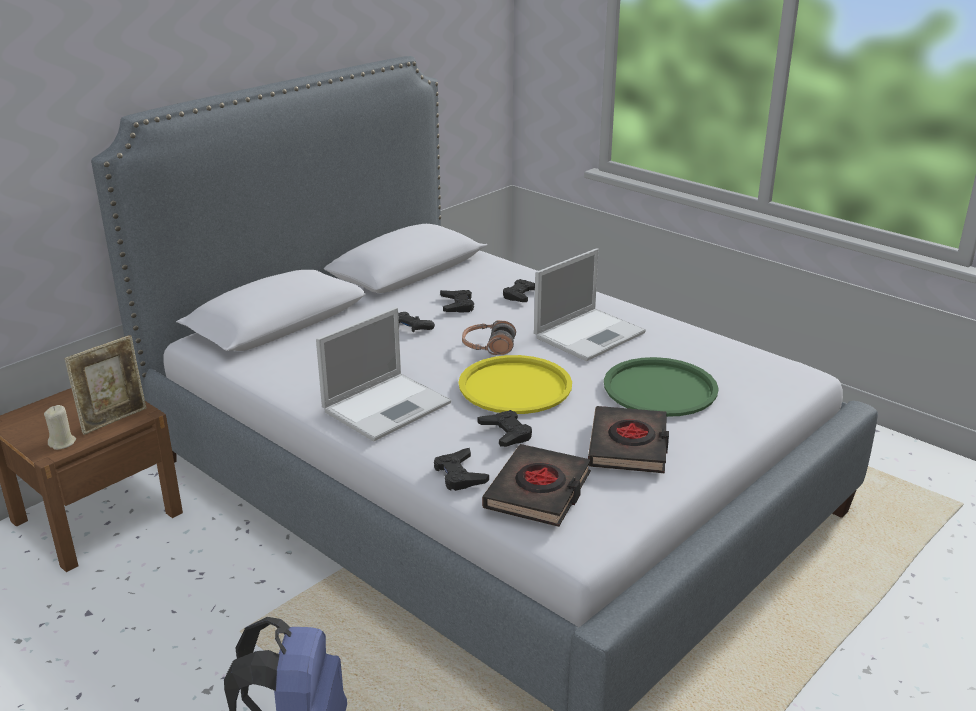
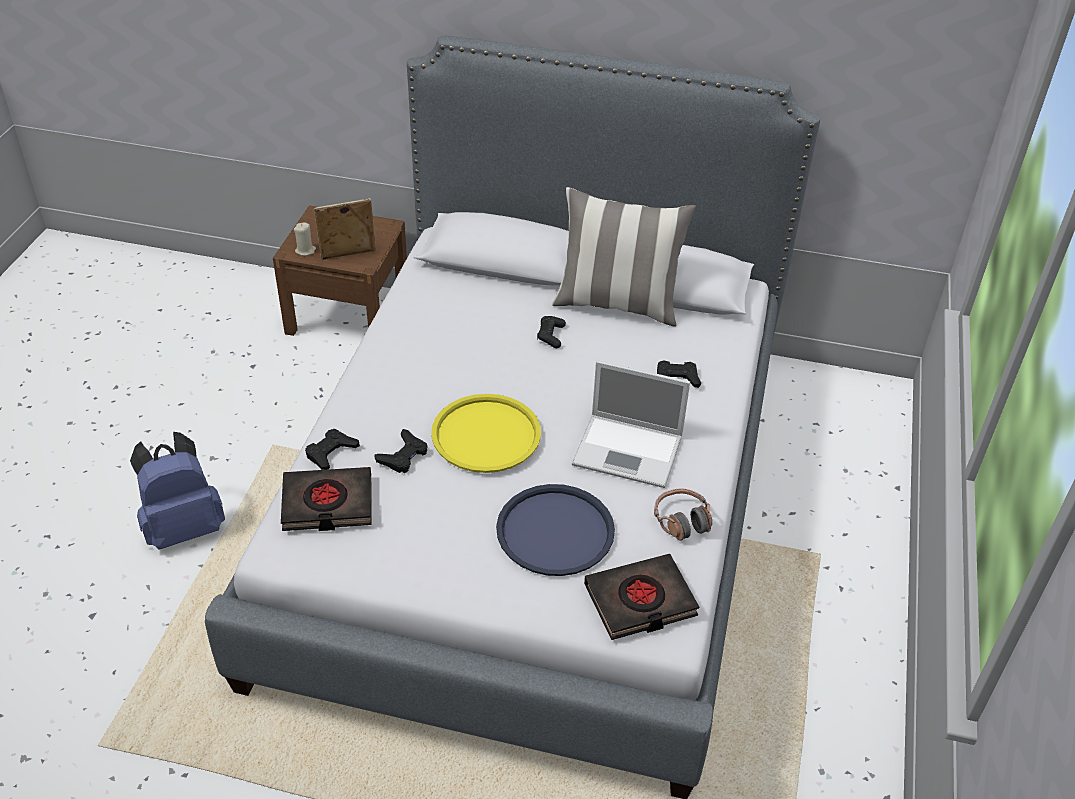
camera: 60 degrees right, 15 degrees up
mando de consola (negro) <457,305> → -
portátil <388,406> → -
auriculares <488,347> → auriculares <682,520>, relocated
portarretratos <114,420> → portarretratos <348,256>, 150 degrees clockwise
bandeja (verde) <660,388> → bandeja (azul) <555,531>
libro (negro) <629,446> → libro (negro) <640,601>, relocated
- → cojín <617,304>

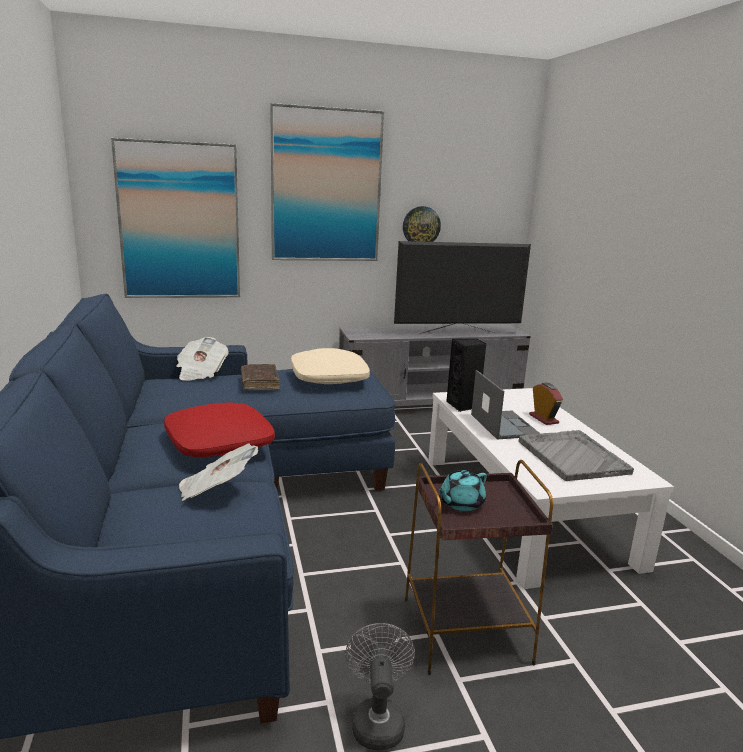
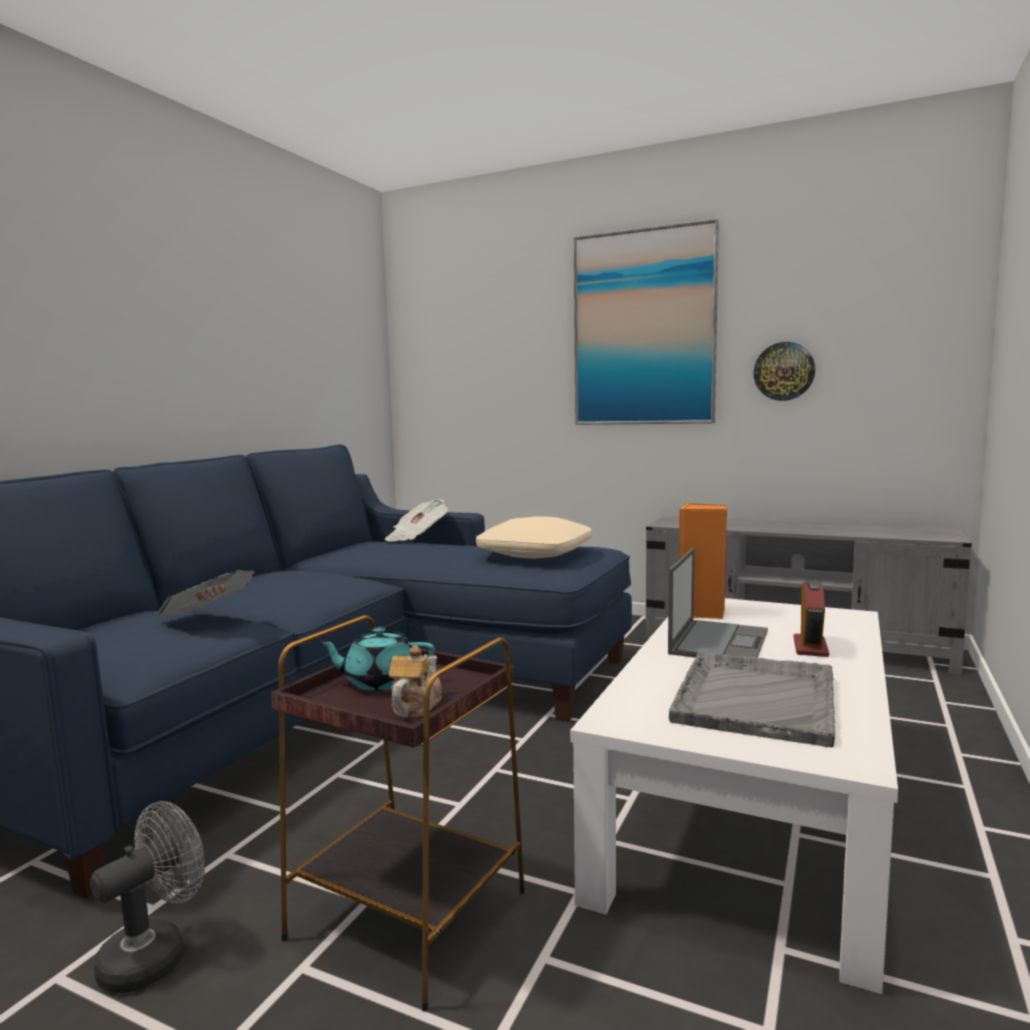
camera: 40 degrees right, 10 degrees down
cuadro <179,222> → -
televisor <457,333> → -
altavoz (negro) <463,406> → altavoz (naranja) <701,613>
libro (marrón) <259,383> → -
cojín (rojo) <218,442> → -
- → tetera <415,706>

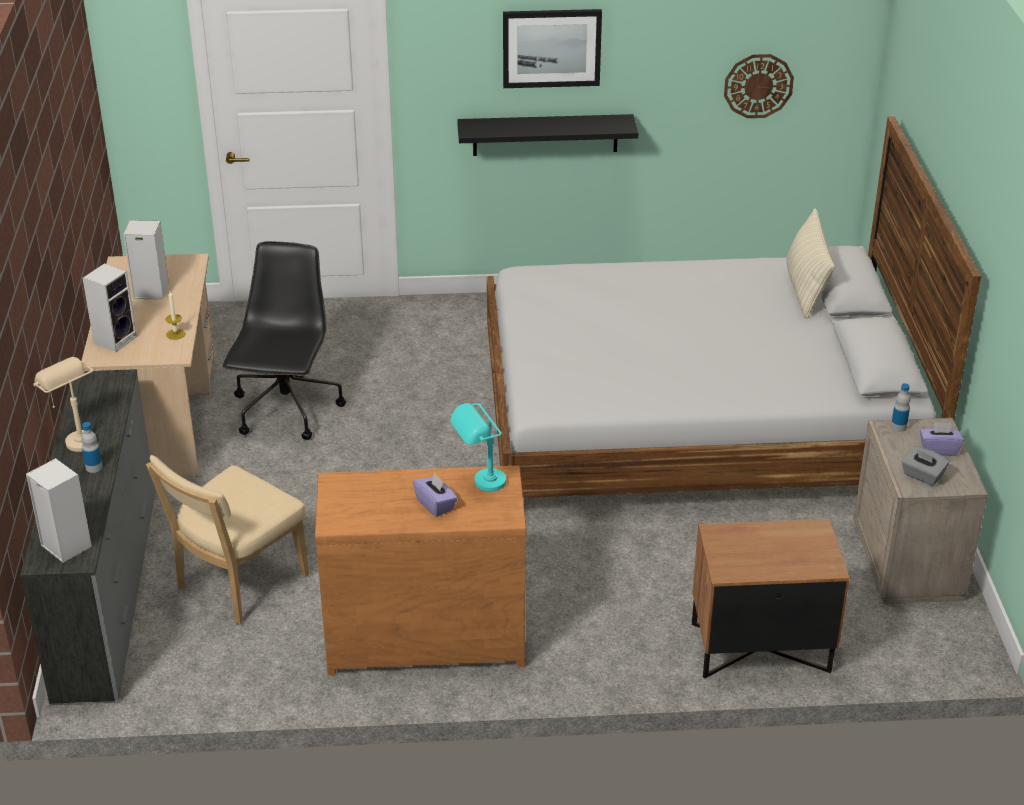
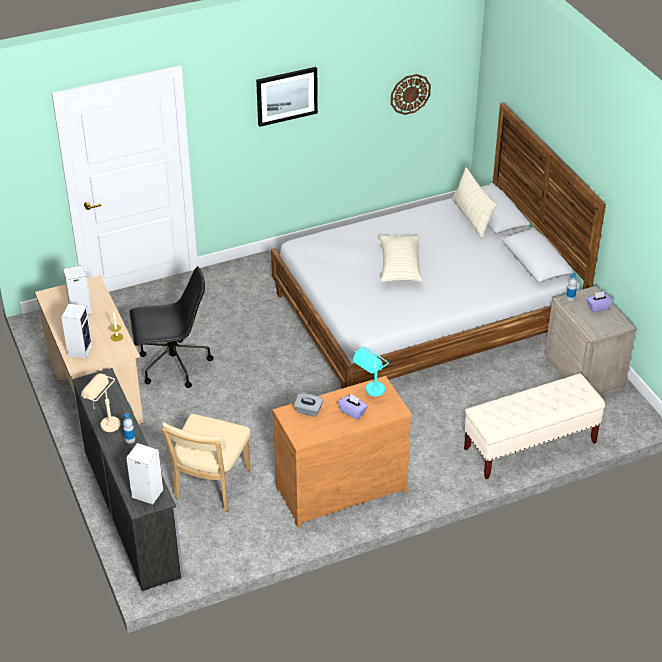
camera: 20 degrees left, 5 degrees up
estante (negro) <545,135> → -
silla de oficina (negro) <286,411> → silla de oficina (negro) <173,366>, 90 degrees clockwise
caja de pañuelos (gris) <922,476> → caja de pañuelos (gris) <308,411>, relocated
mesita de noche (marrón) <760,649> → banco (beis) <529,446>
- → cojín (beis) <400,267>

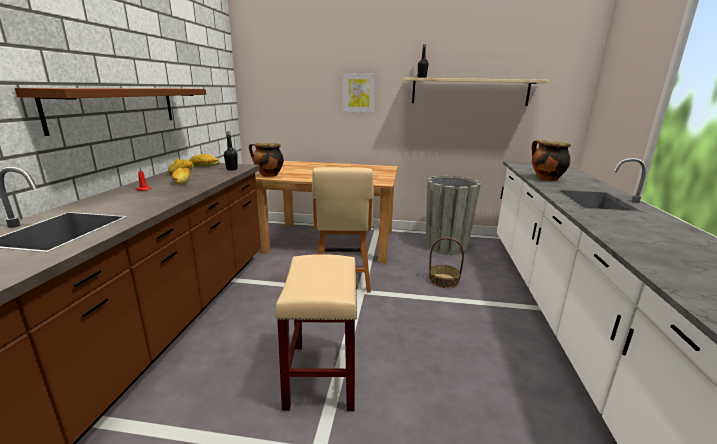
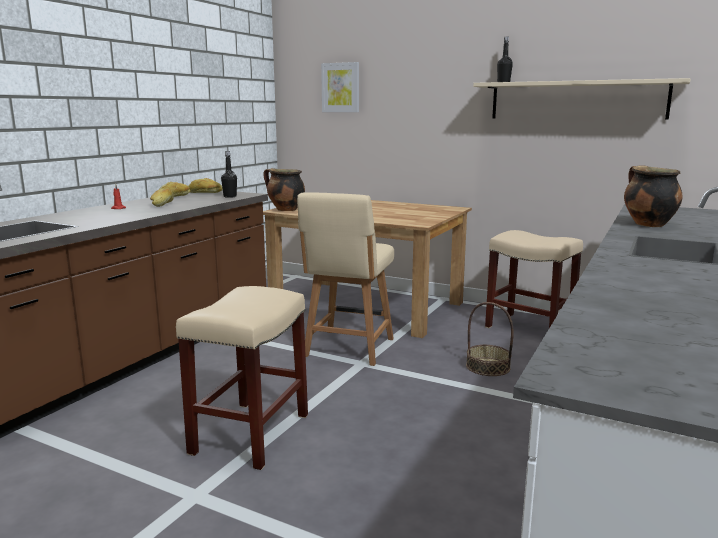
camera: 20 degrees right, 5 degrees down
cuadro <359,93> → cuadro <340,87>, relocated
estante (marrón) <117,107> → -
maceta (gris) <446,246> → taburete (beis) <530,328>

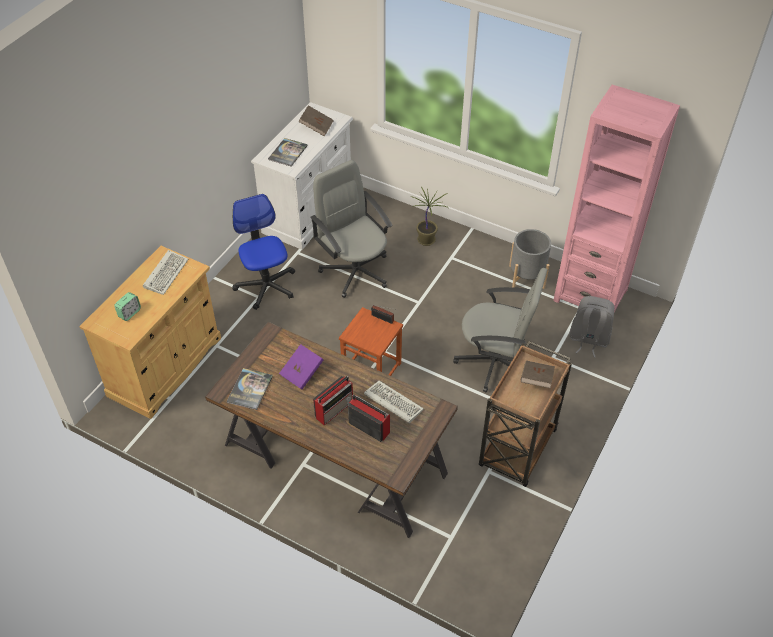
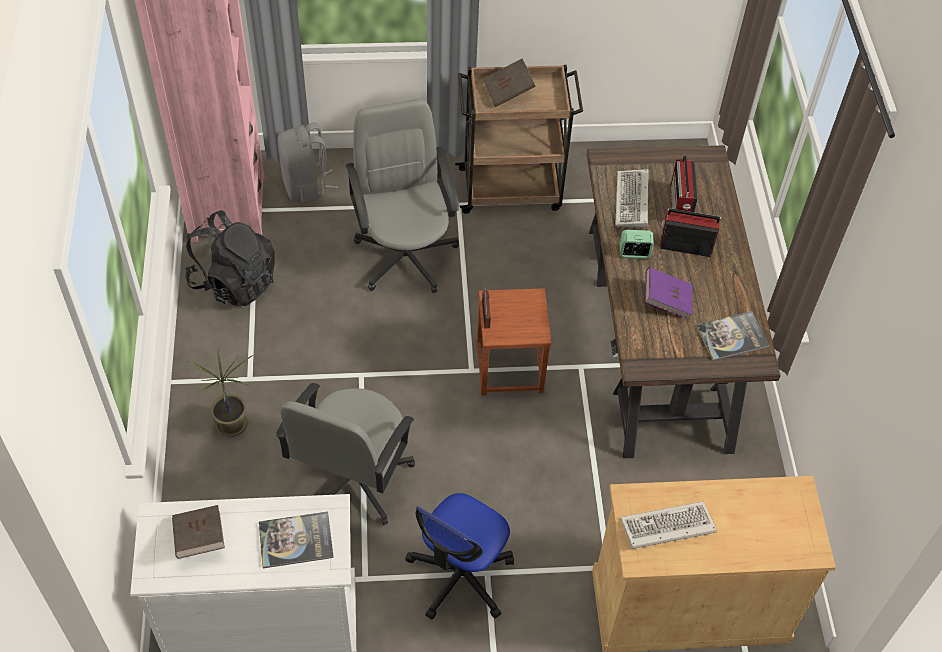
camera: 125 degrees left, 5 degrees up
maceta (gris) <527,276> → mochila (negro) <234,281>
despertador <129,313> → despertador <634,253>, relocated

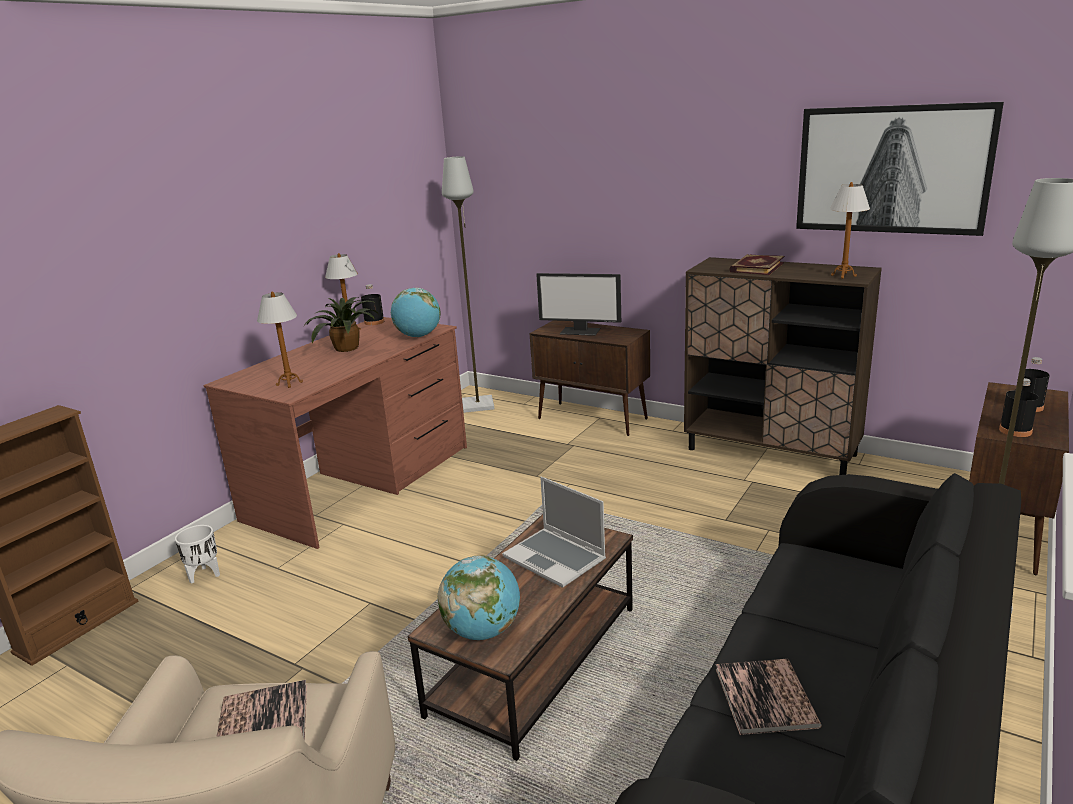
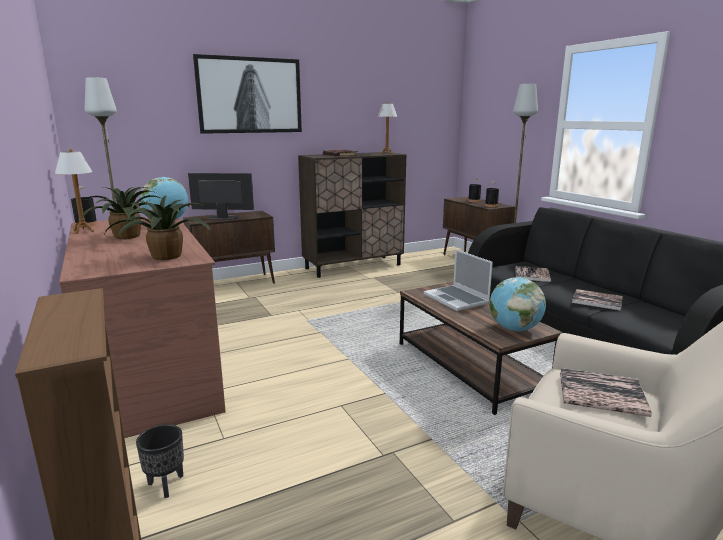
camera: 60 degrees left, 5 degrees down
cuadro <891,170> → cuadro <250,95>, relocated
monitor <580,331> → monitor <222,217>, 135 degrees counterclockwise
lámpara de mesa <289,384> → planta en maceta <164,257>
portátil <556,559> → portátil <457,299>, 75 degrees clockwise
maceta (blanco) <204,575> → maceta (negro) <165,485>
- → libro <532,274>

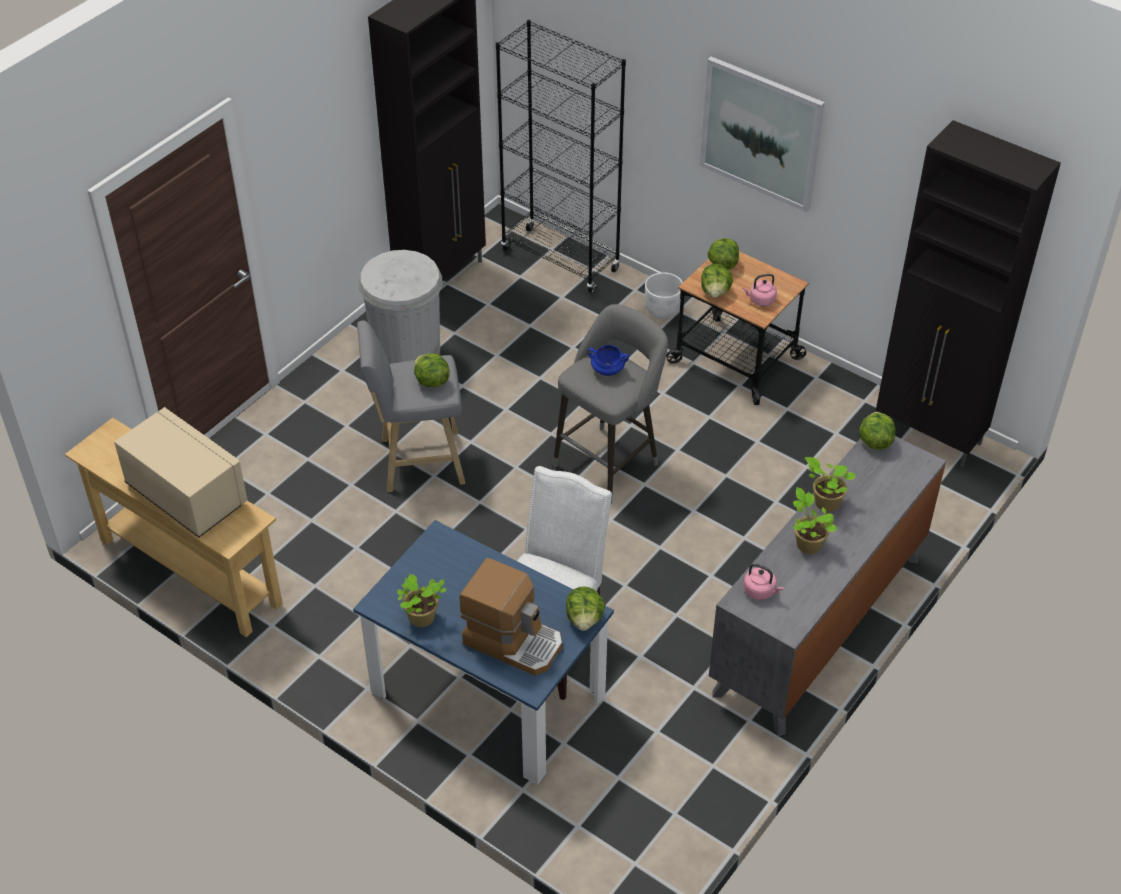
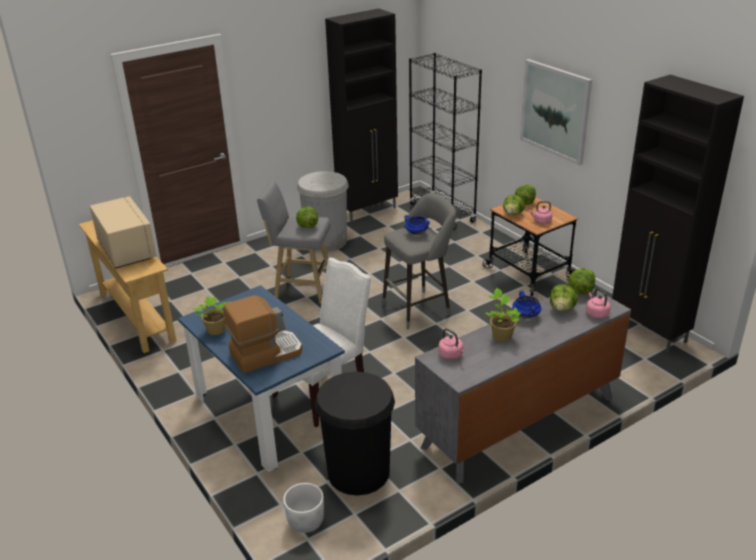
camera: 20 degrees right, 15 degrees down
maceta (blanco) <662,310> → maceta (blanco) <305,521>, relocated
planta en maceta <825,503> → olla (azul) <526,316>
cafetera <513,640> → cafetera <266,353>, 75 degrees counterclockwise
lechuga <584,619> → lechuga <562,309>, relocated
- → hervidor (rosa) <596,313>
- → papelera (negro) <358,472>

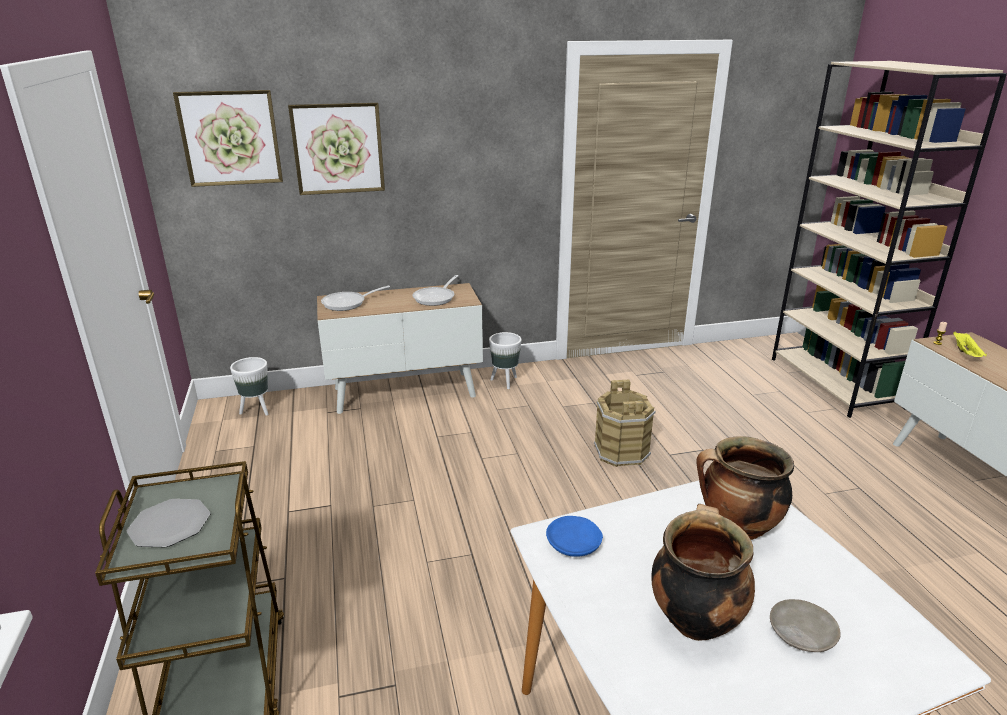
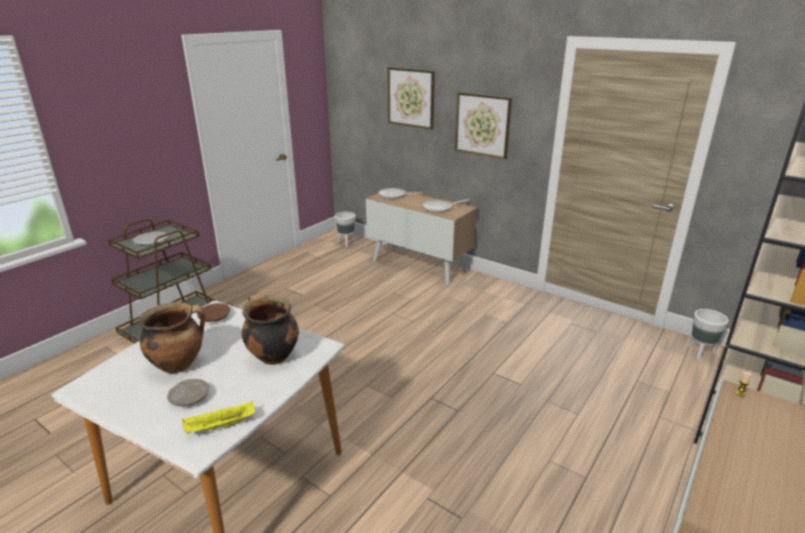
camera: 50 degrees right, 0 degrees up
cuadro <230,138> → cuadro <482,125>, relocated
bandeja (amarillo) <966,353> → bandeja (amarillo) <220,427>, relocated
maceta (blanco) <505,382> → maceta (blanco) <699,354>, relocated
cubo (marrón) <621,451> → -
plato (azul) <574,544> → plato (marrón) <214,317>

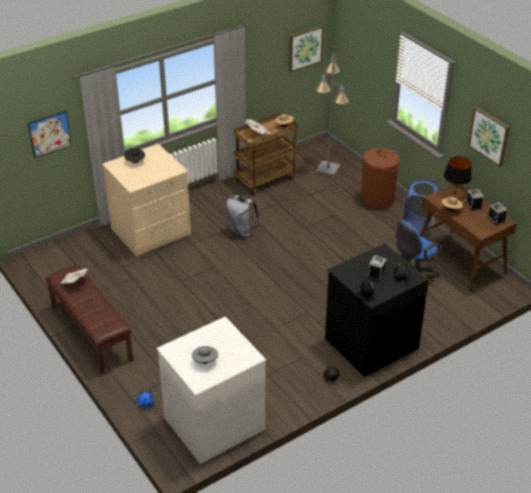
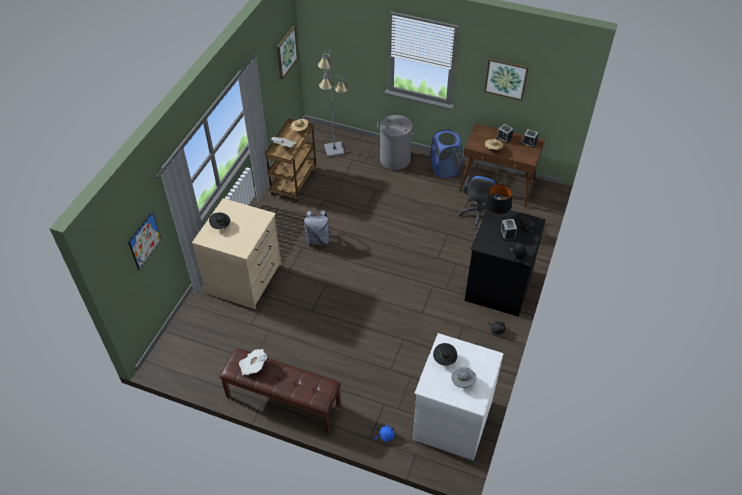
camera: 35 degrees left, 10 degrees up
cesto de la ropa (marrón) <377,199> → cesto de la ropa (gris) <395,159>
lámpara de mesa (negro) <455,191> → lámpara de mesa (negro) <496,216>, relocated
- → sombrero (negro) <444,359>

